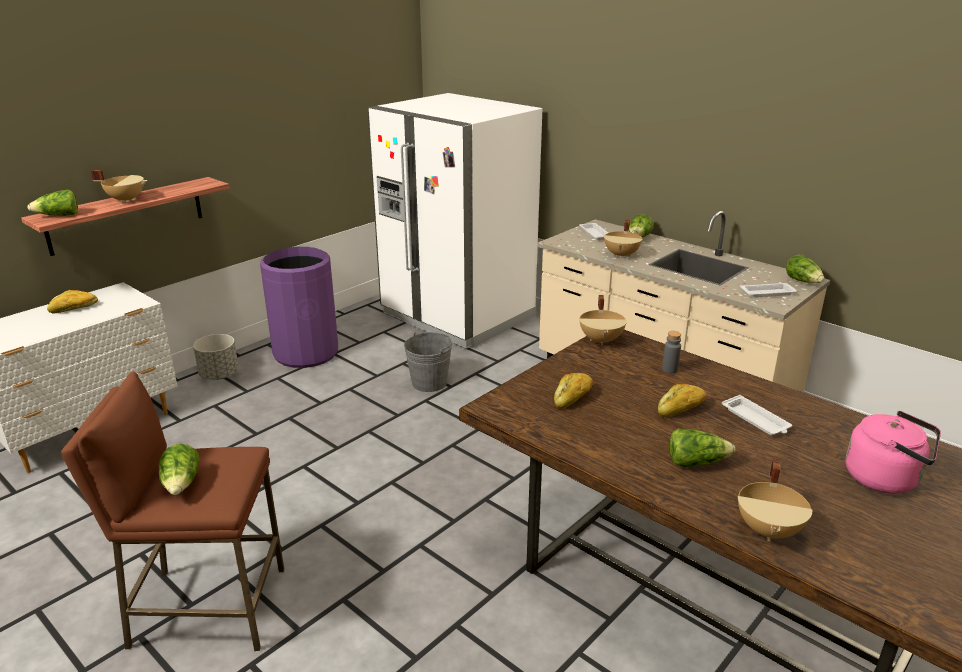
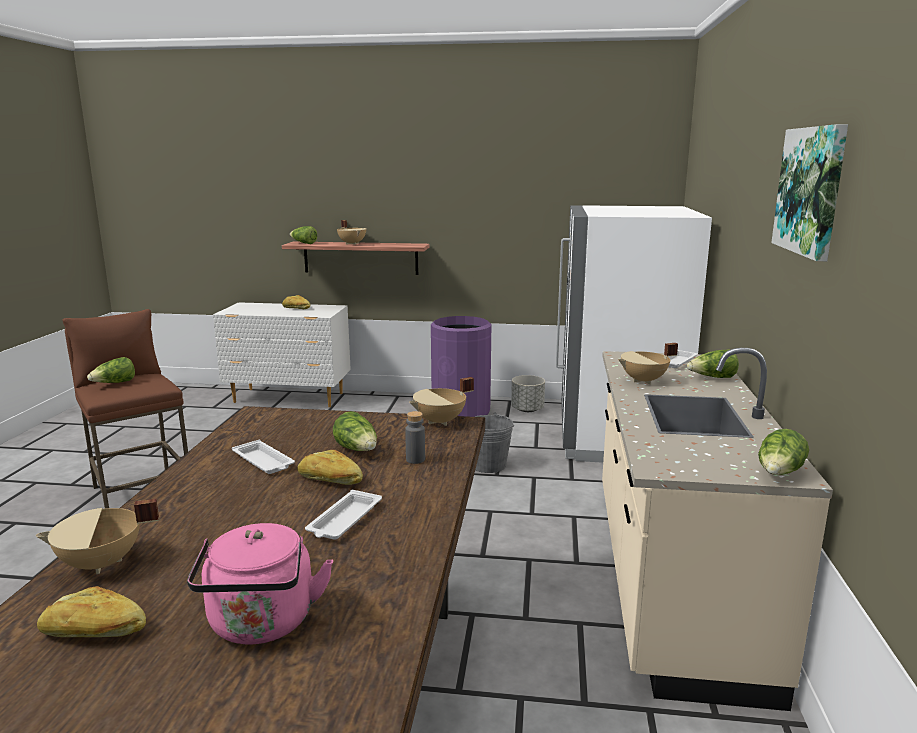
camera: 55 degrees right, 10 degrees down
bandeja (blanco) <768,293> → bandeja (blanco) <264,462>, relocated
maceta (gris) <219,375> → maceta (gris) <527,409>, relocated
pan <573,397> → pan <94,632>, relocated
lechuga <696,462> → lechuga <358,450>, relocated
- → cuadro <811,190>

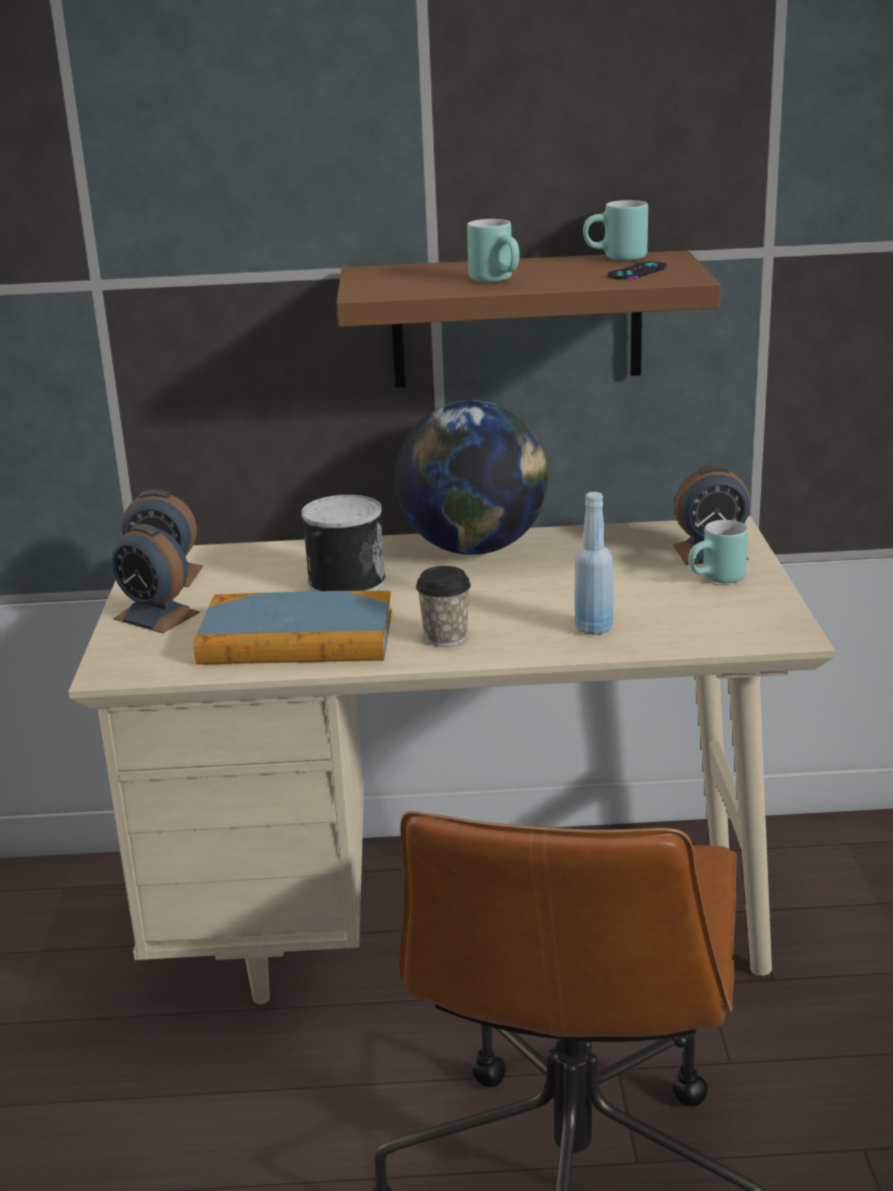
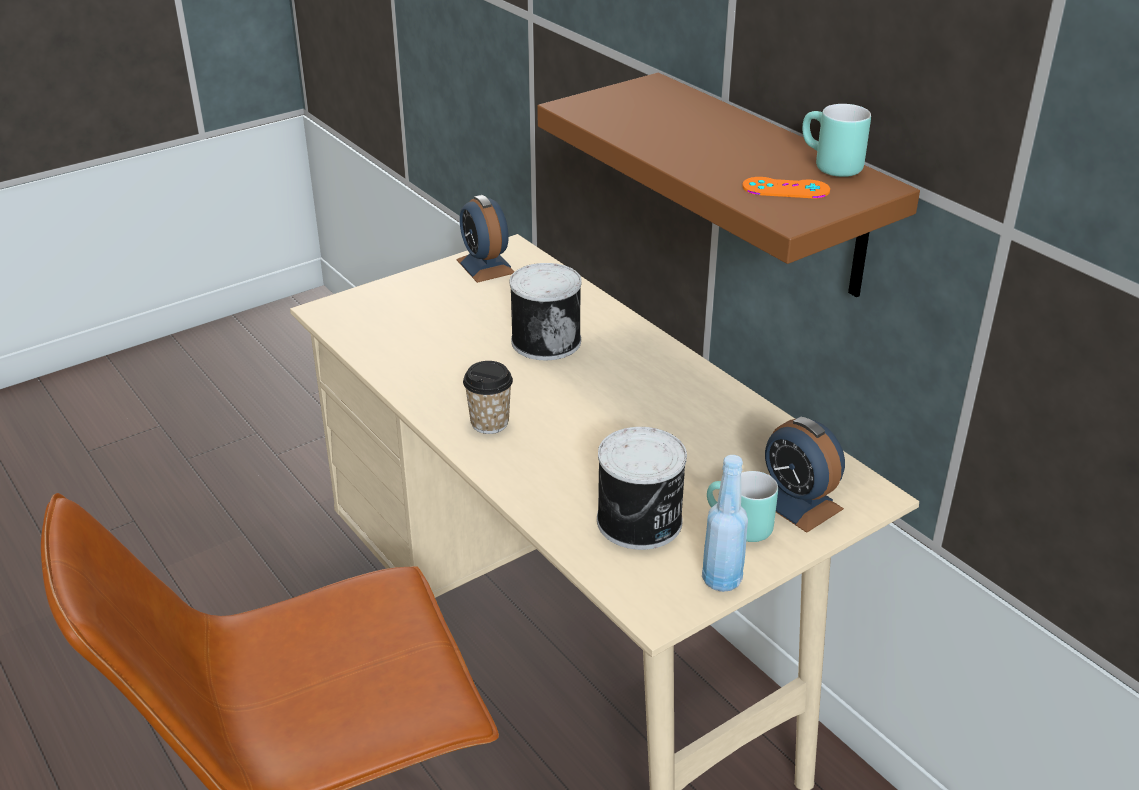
camera: 55 degrees right, 10 degrees up
taza grande (turquesa) <499,280> → -
mando de consola (negro) <637,271> → mando de consola (naranja) <785,188>
globo terráqueo <474,549> → -
botella (azul) <593,628> → botella (azul) <721,580>, relocated
despertador <156,615> → -
libro <297,638> → -
- → lata <641,522>

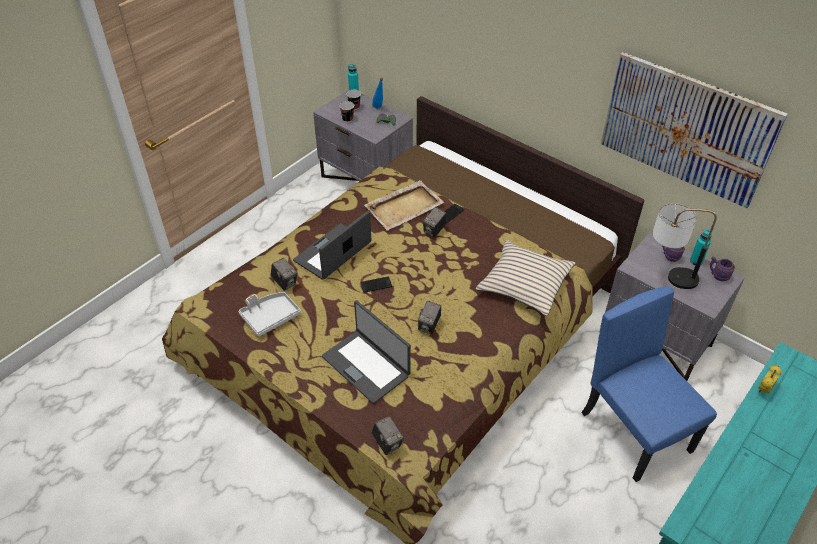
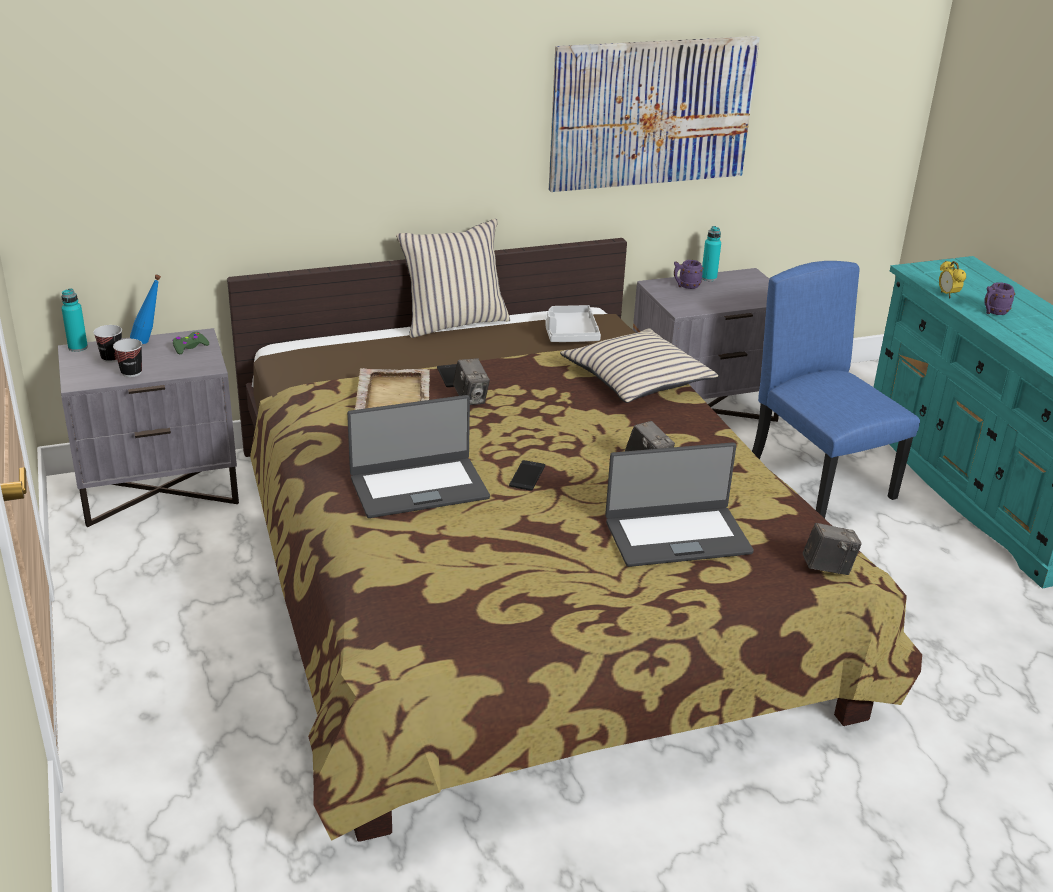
camera: 60 degrees left, 15 degrees down
lámpara de mesa <667,278> → -
portátil <333,252> → portátil <418,487>, 90 degrees counterclockwise
taza grande (morado) <717,275> → taza grande (morado) <993,312>, relocated
cámara <285,282> → -
silla (azul) <636,431> → silla (azul) <822,479>, 60 degrees clockwise
bandeja (gris) <270,317> → bandeja (gris) <569,333>, relocated
- → cojín (beis) <453,322>

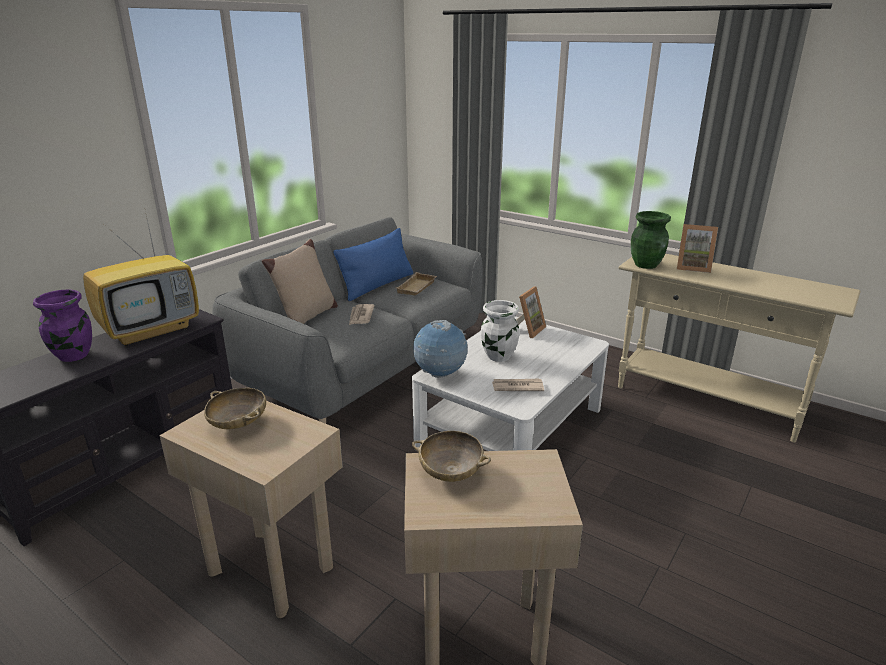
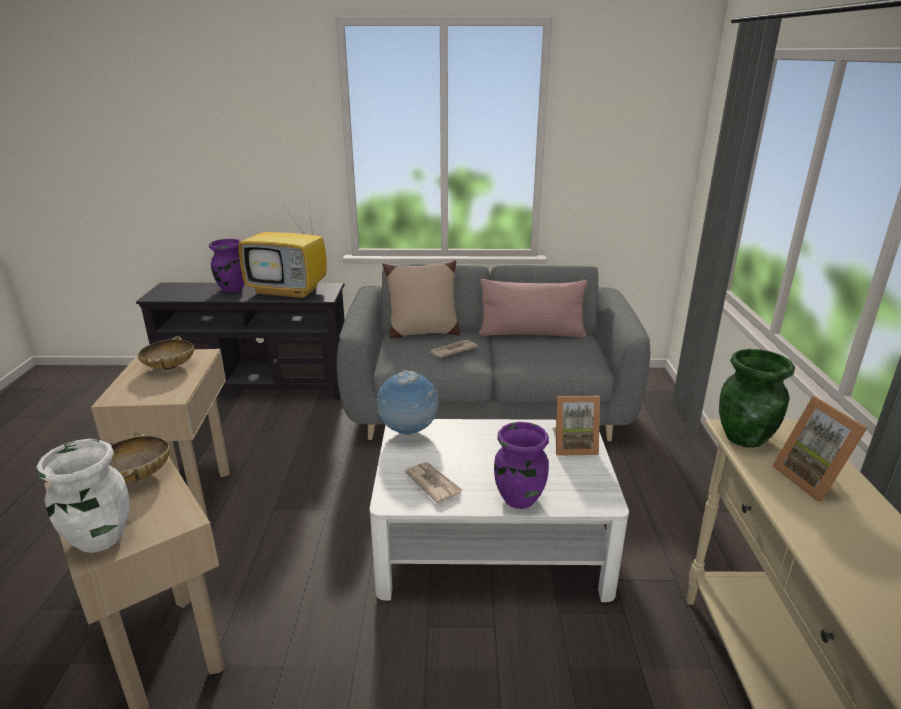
camera: 55 degrees right, 0 degrees up
cojín (azul) <377,285> → cojín (rosa) <531,333>
bandeja (beis) <417,288> → -
florero (blanco) <498,356> → florero (blanco) <99,538>, relocated
- → florero (morado) <518,498>

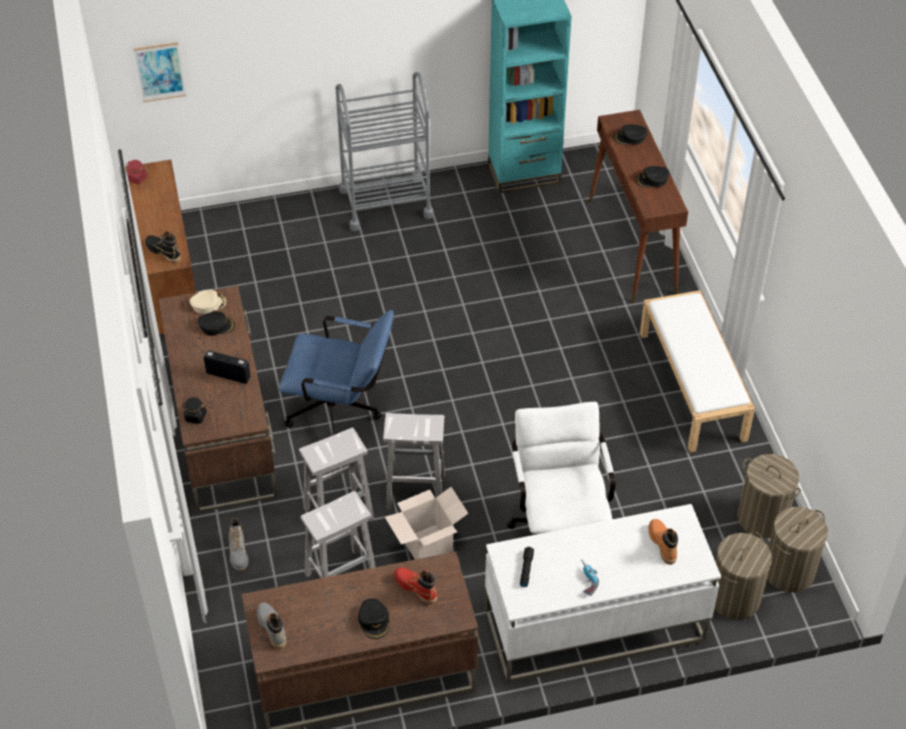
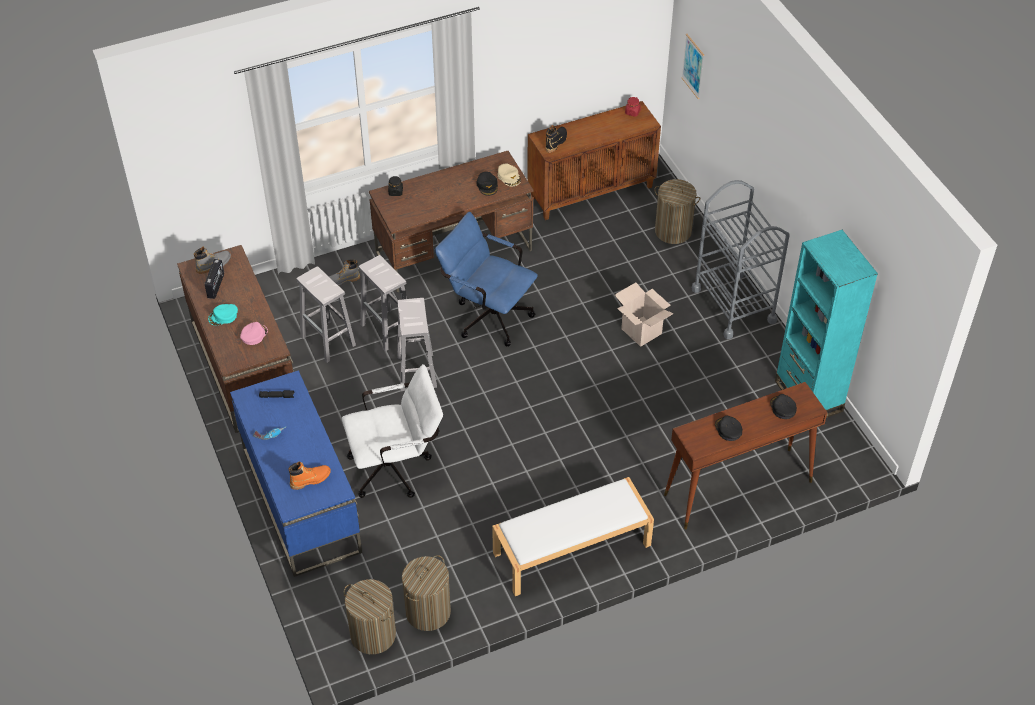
camera: 80 degrees right, 0 degrees up
silla de oficina (azul) <341,412> → silla de oficina (azul) <487,315>, 120 degrees clockwise
radio <228,375> → radio <216,286>, relocated
caja de cartón <427,545> → caja de cartón <641,331>, relocated
escritorio (blanco) <593,626> → escritorio (azul) <301,500>
cesto de la ropa <734,597> → cesto de la ropa <673,231>, relocated
bota (rojo) <415,588> → gorra (rosa) <254,335>
gorra (negro) <374,621> → gorra (turquesa) <223,317>

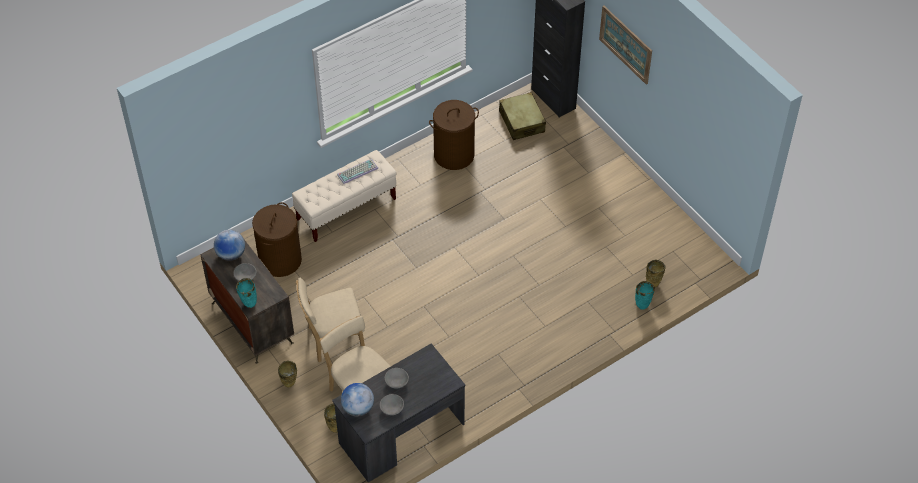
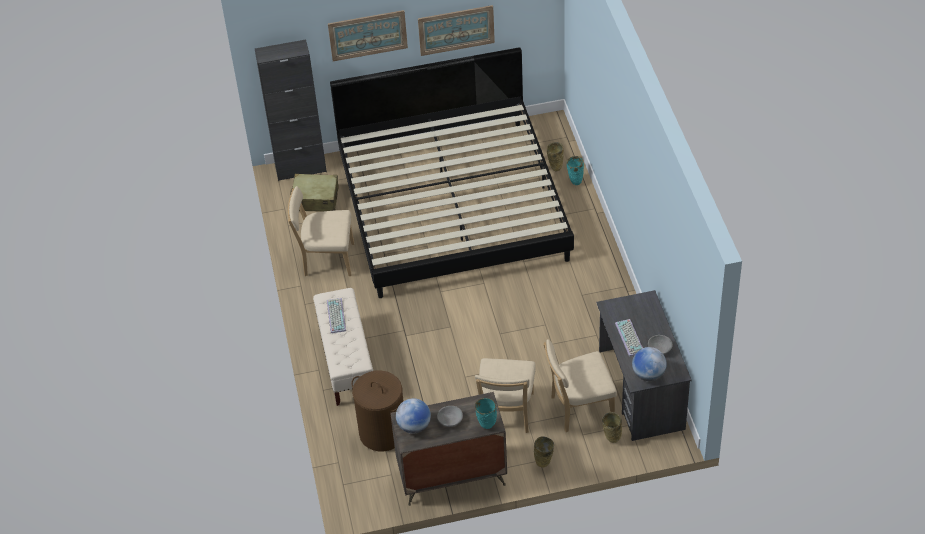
camera: 65 degrees left, 5 degrees down
cesto de la ropa (marrón) <454,155> → silla (beis) <326,260>
cuenco (gris) <396,382> → teclado <630,338>
- → cuadro <456,30>
- → cama <452,206>

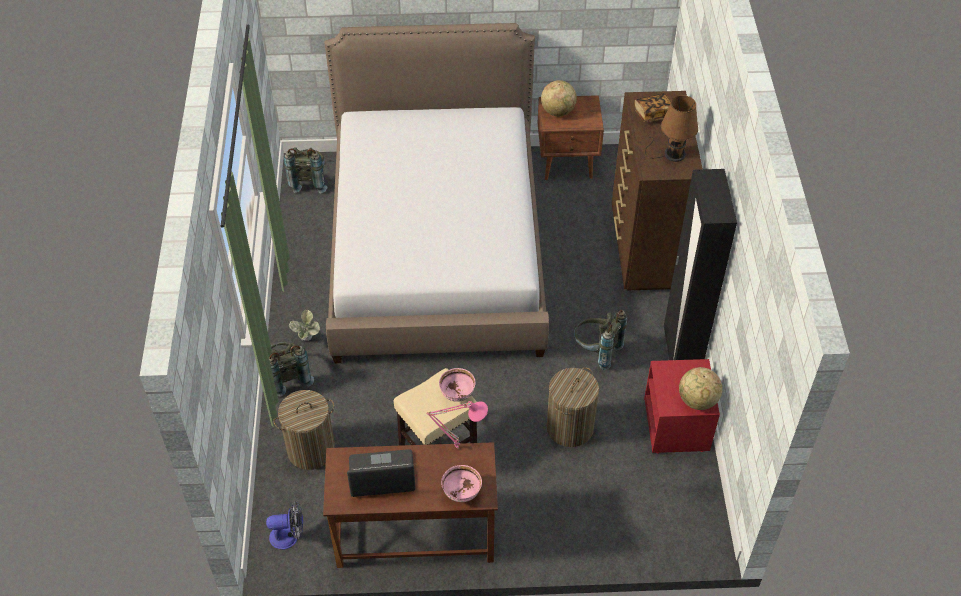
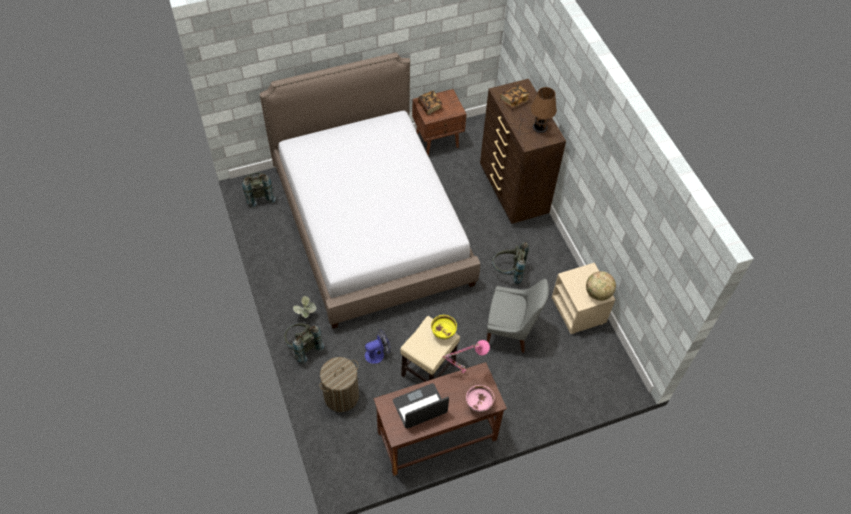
camera: 20 degrees left, 5 degrees up
globo terráqueo <558,111> → libro <430,107>
armario ropero (negro) <680,355> → -
mesita de noche (rojo) <677,425> → mesita de noche (beis) <579,310>
cuenco (rosa) <457,395> → cuenco (amarillo) <443,333>
cesto de la ropa <570,427> → silla (gris) <511,331>
ventilador <289,536> → ventilador <377,354>, relocated

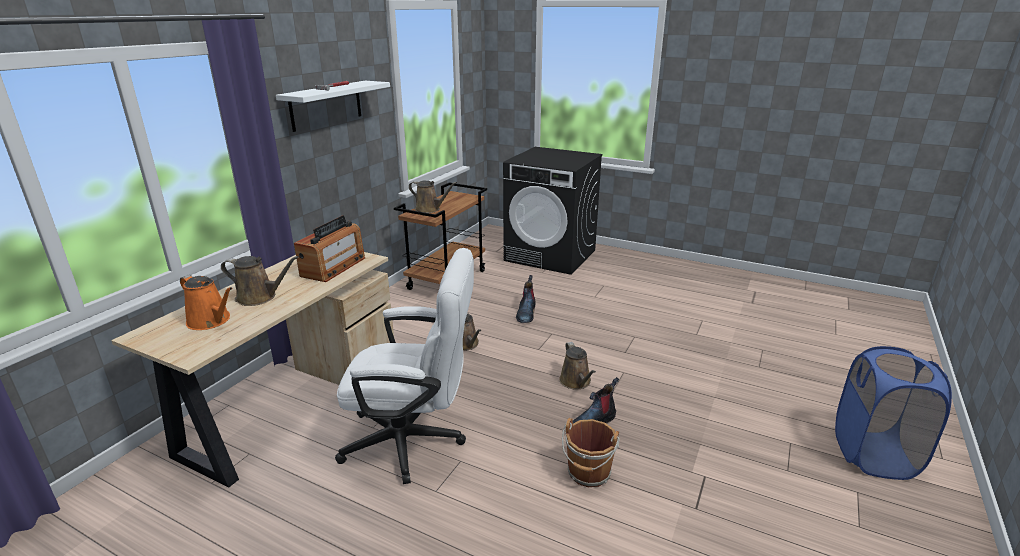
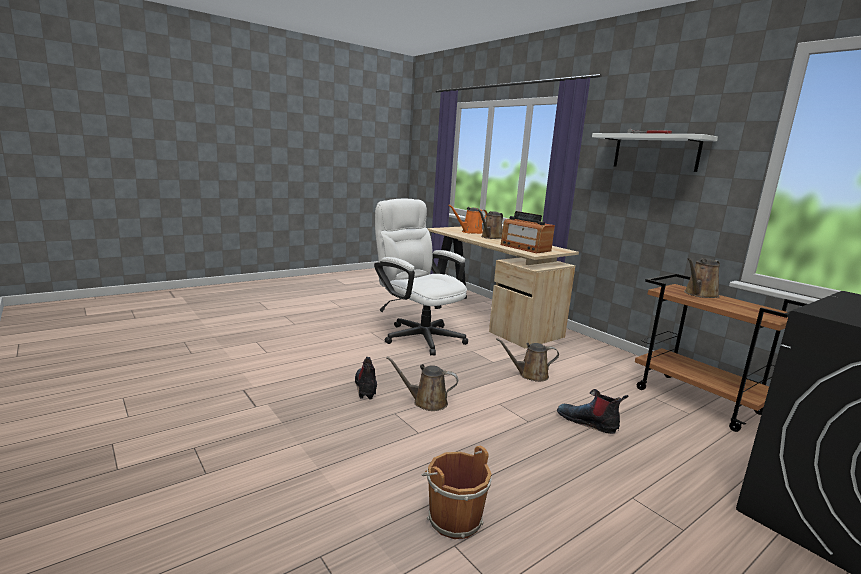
camera: 115 degrees right, 10 degrees down
silla de oficina (blanco) <414,441> → silla de oficina (blanco) <418,335>, 105 degrees clockwise
cesto de la ropa (azul) <873,454> → -
cubo (marrón) <588,473> → cubo (marrón) <452,518>, relocated

